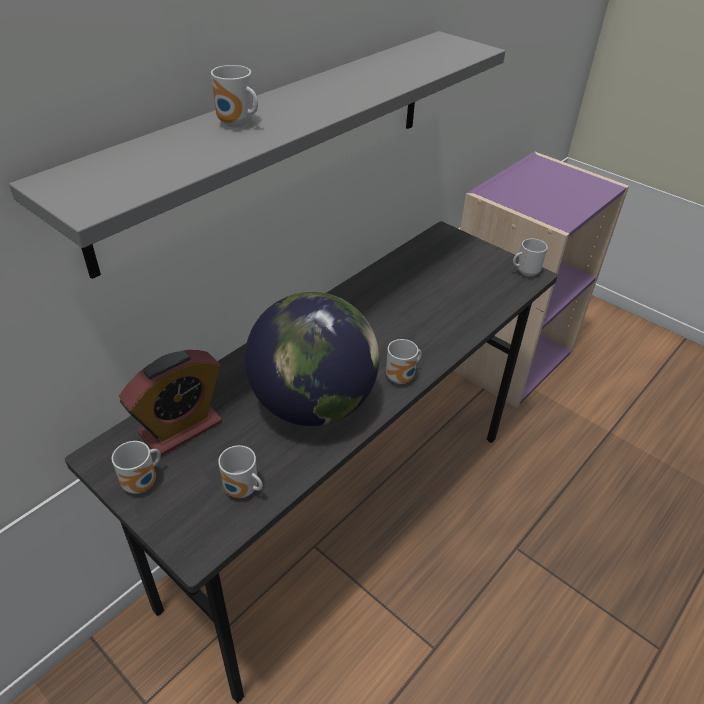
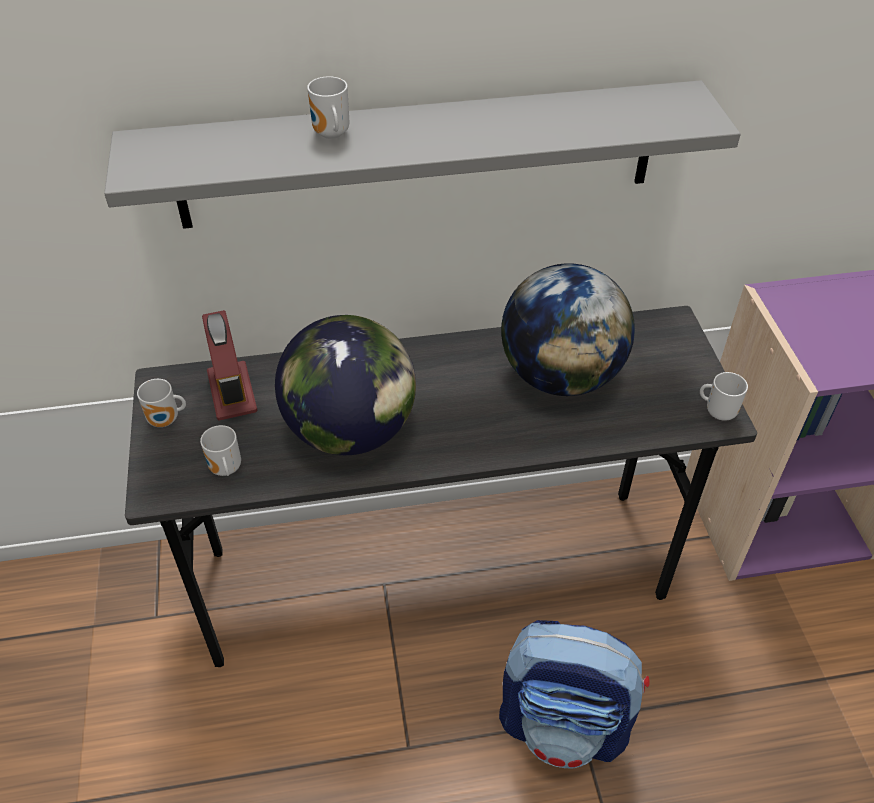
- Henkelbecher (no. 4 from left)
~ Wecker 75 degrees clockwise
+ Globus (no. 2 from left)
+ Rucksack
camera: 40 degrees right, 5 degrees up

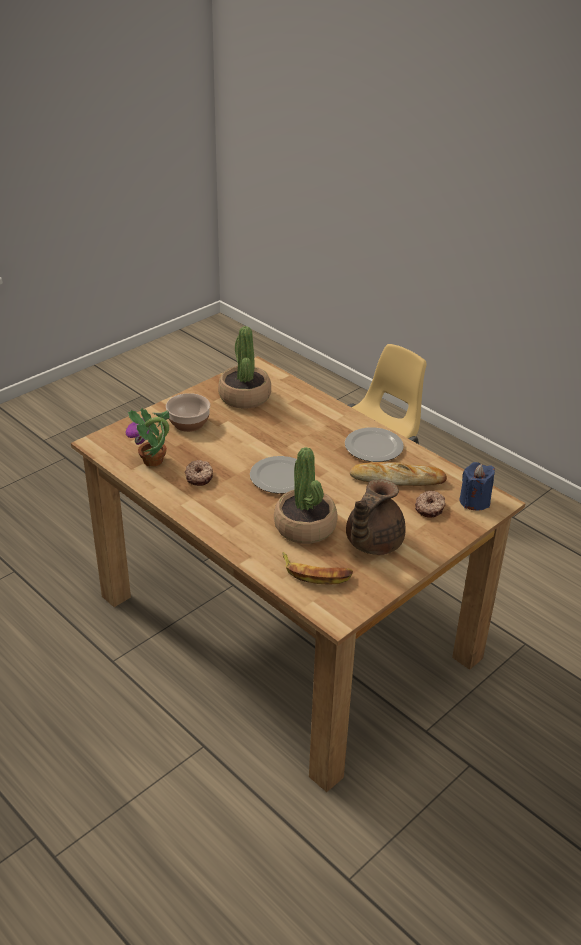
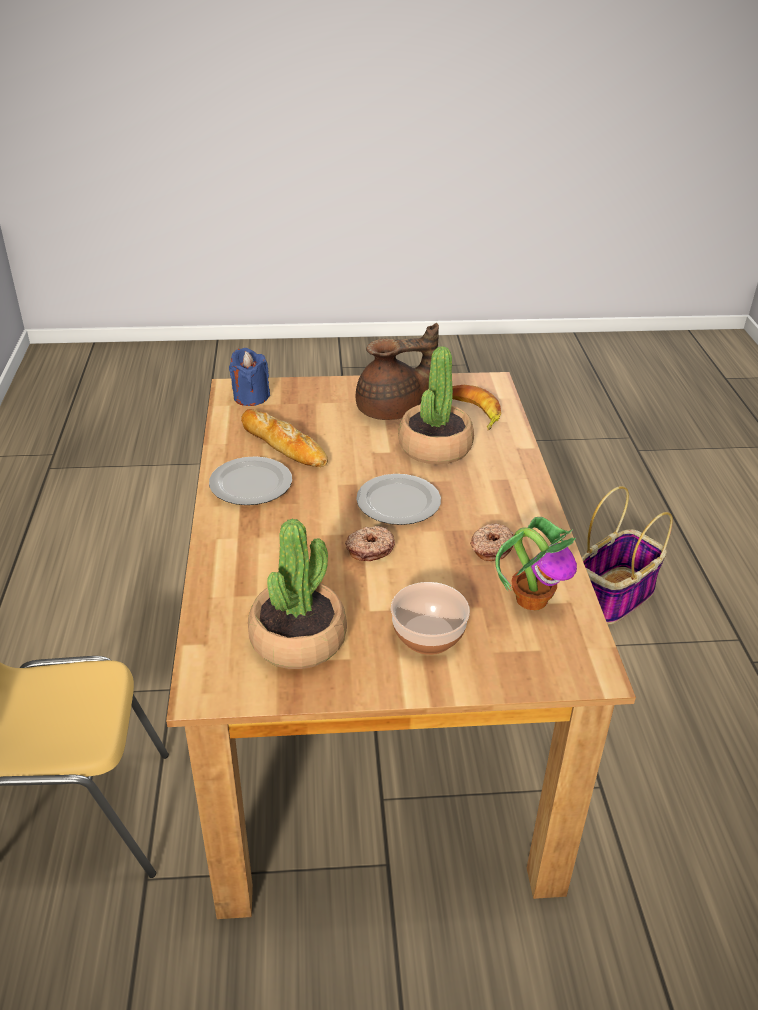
~ Donut (no. 2 from left in the first image) to Donut (no. 1 from left)
+ Korb
camera: 140 degrees left, 0 degrees up

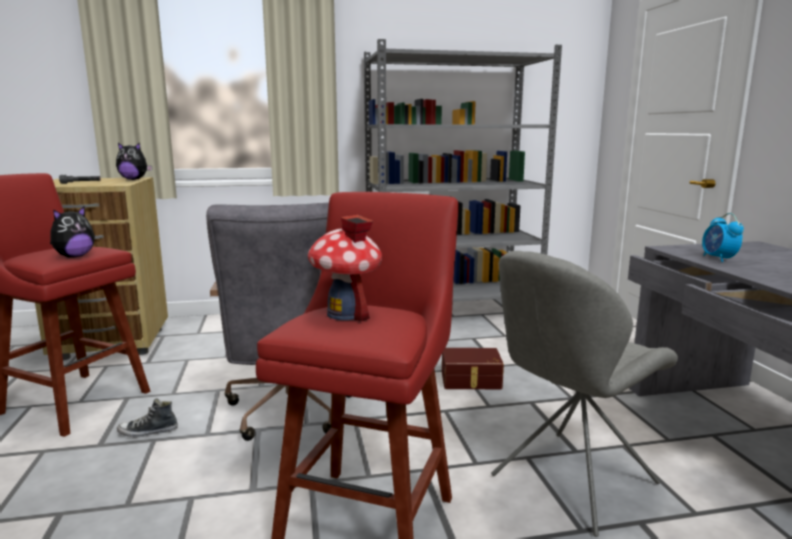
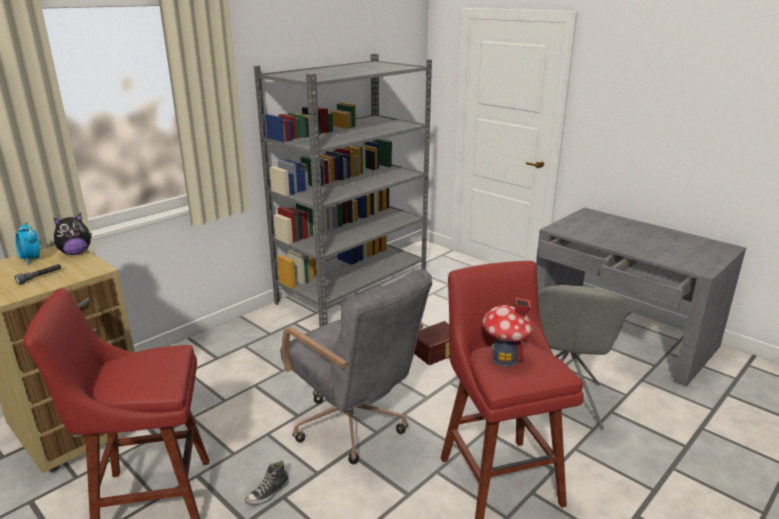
- Plüschtier (no. 1 from left)
~ Wecker
camera: 35 degrees left, 10 degrees up

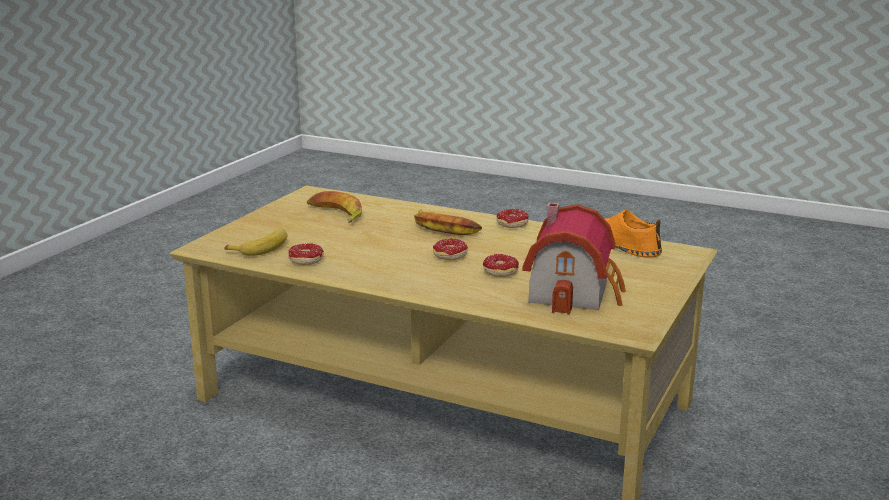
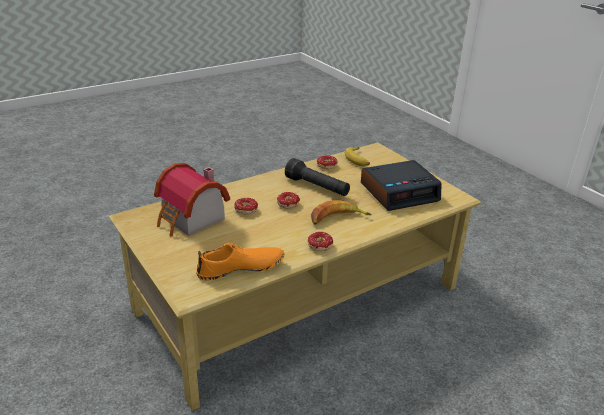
~ Banane (no. 2 from left) to Wecker
+ Taschenlampe [schwarz]
camera: 120 degrees right, 10 degrees up

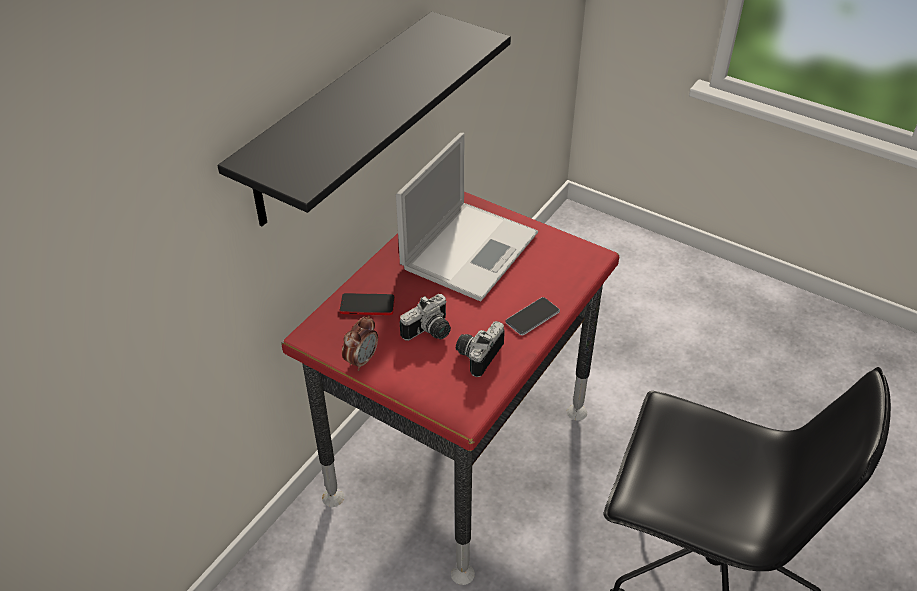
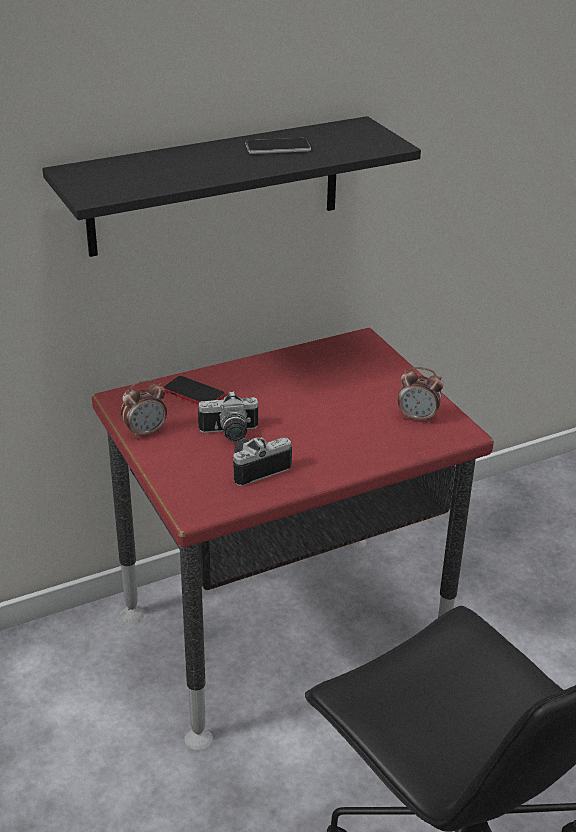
- Laptop
~ Handy (no. 2 from left)
+ Wecker (no. 2 from left)
camera: 30 degrees right, 10 degrees down

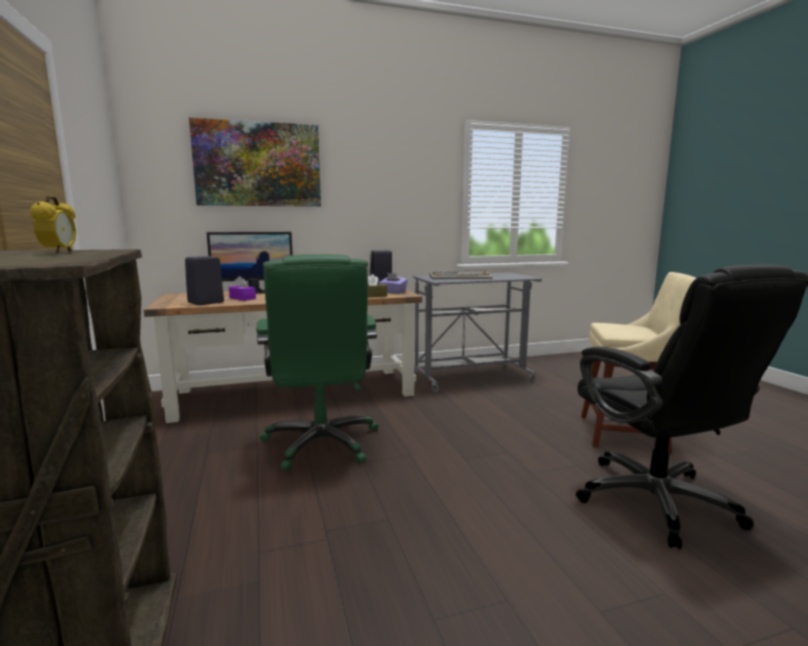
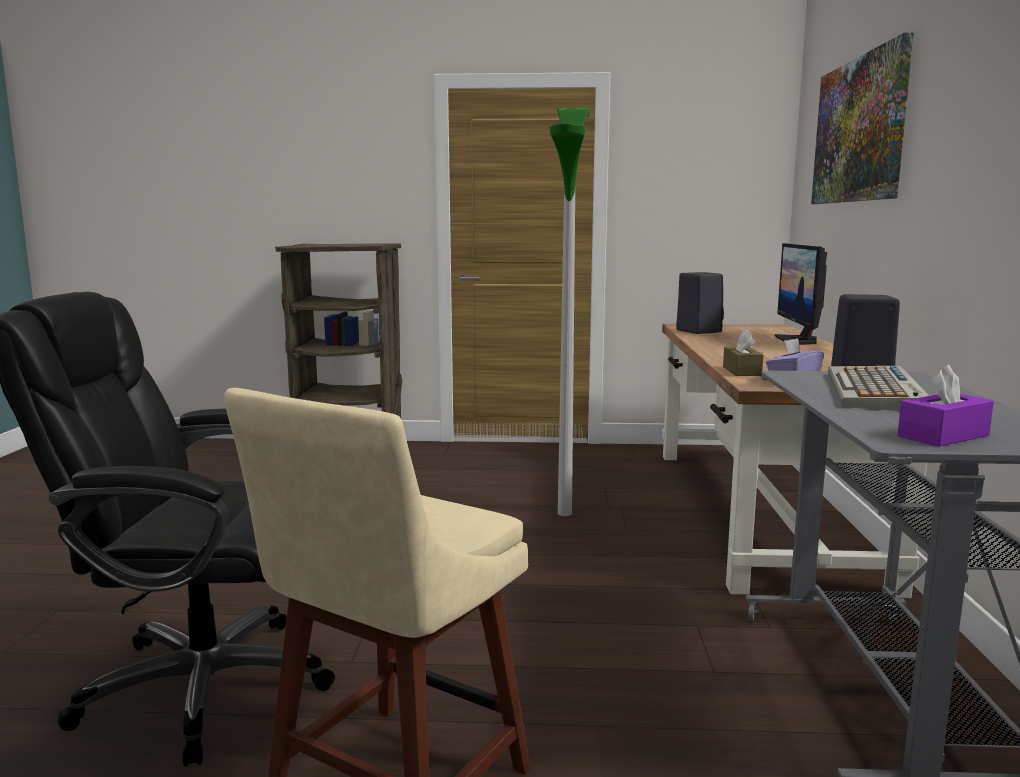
- Wecker
~ Bürostuhl [grün] to Stehlampe
~ Taschentuchbox [lila] (no. 1 from left in the first image) to Taschentuchbox [lila] (no. 2 from left)
camera: 110 degrees right, 0 degrees up

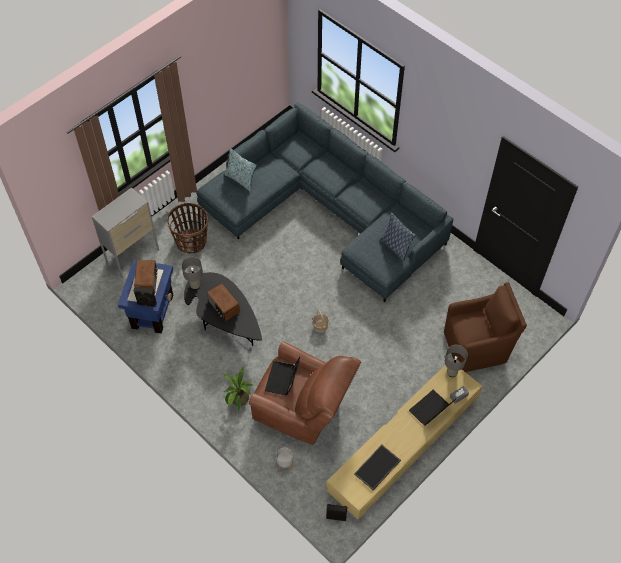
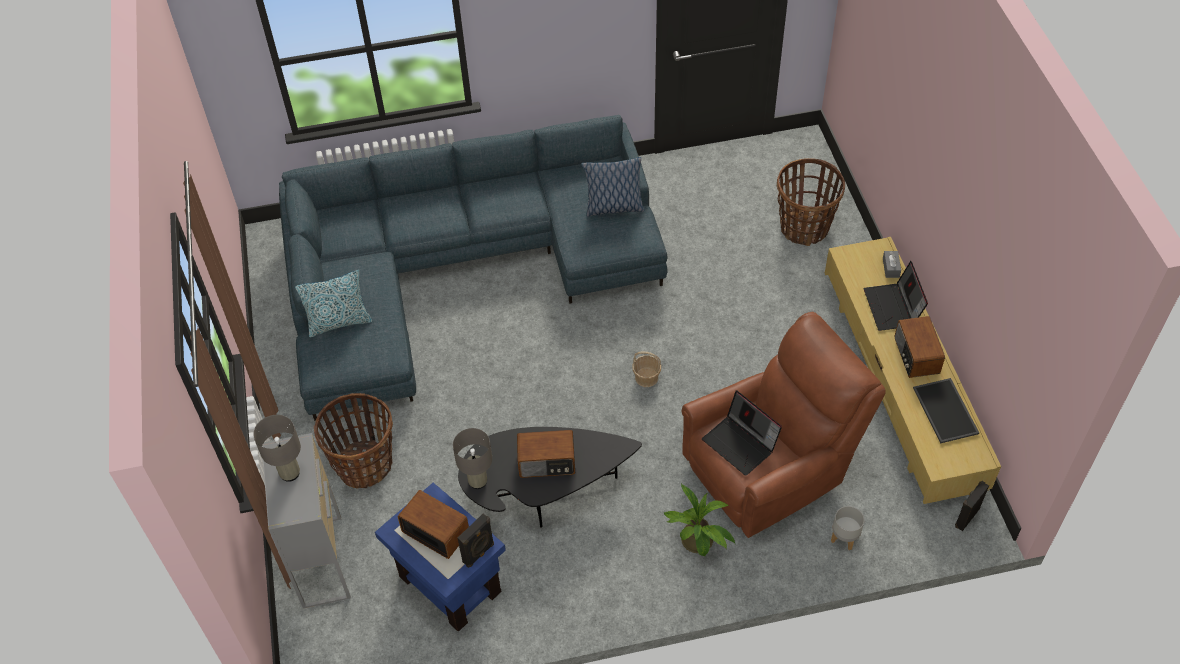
~ Sessel [braun] (no. 2 from left) to Korb (no. 3 from left)
~ Tischlampe [grau] (no. 2 from left in the first image) to Tischlampe [grau] (no. 1 from left)
+ Radio (no. 3 from left)
camera: 55 degrees left, 5 degrees down

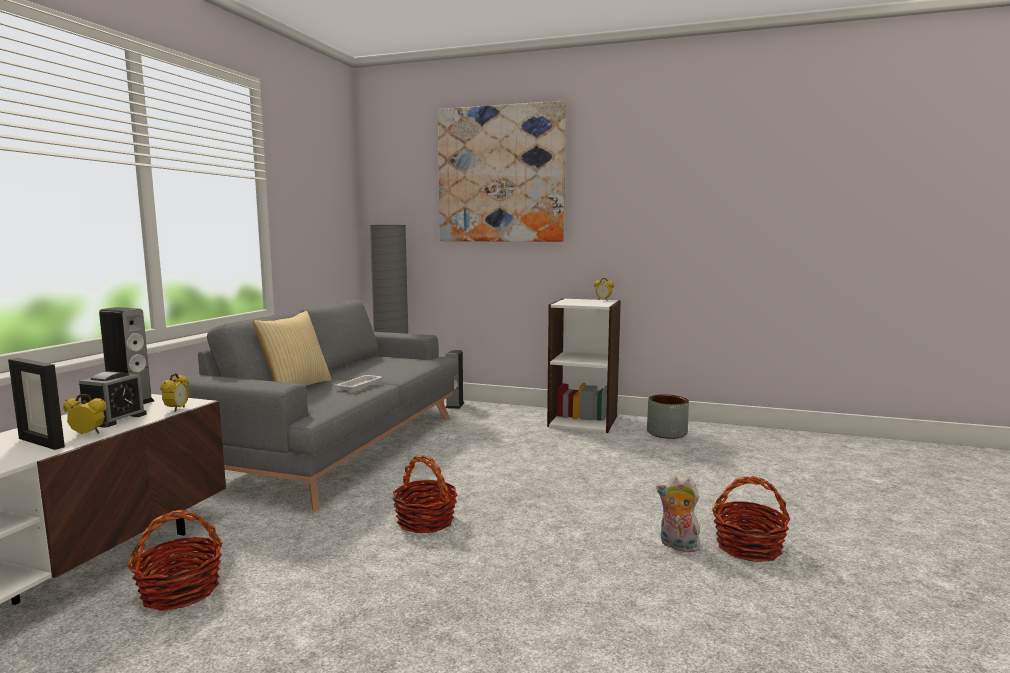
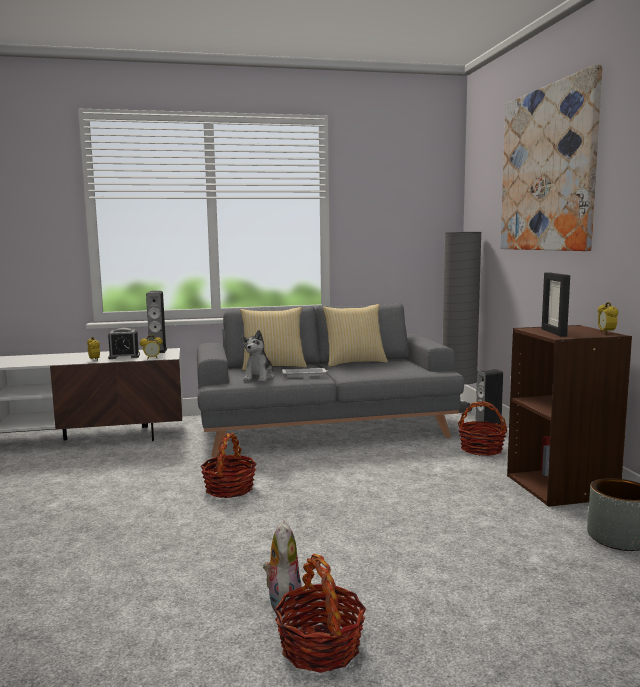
~ Bücherregal [weiß] to Bücherregal [braun]
~ Bilderrahmen
~ Korb (no. 1 from left in the first image) to Korb (no. 3 from left)
+ Kissen (no. 2 from left)
+ Plüschtier (no. 1 from left)
camera: 60 degrees right, 0 degrees up

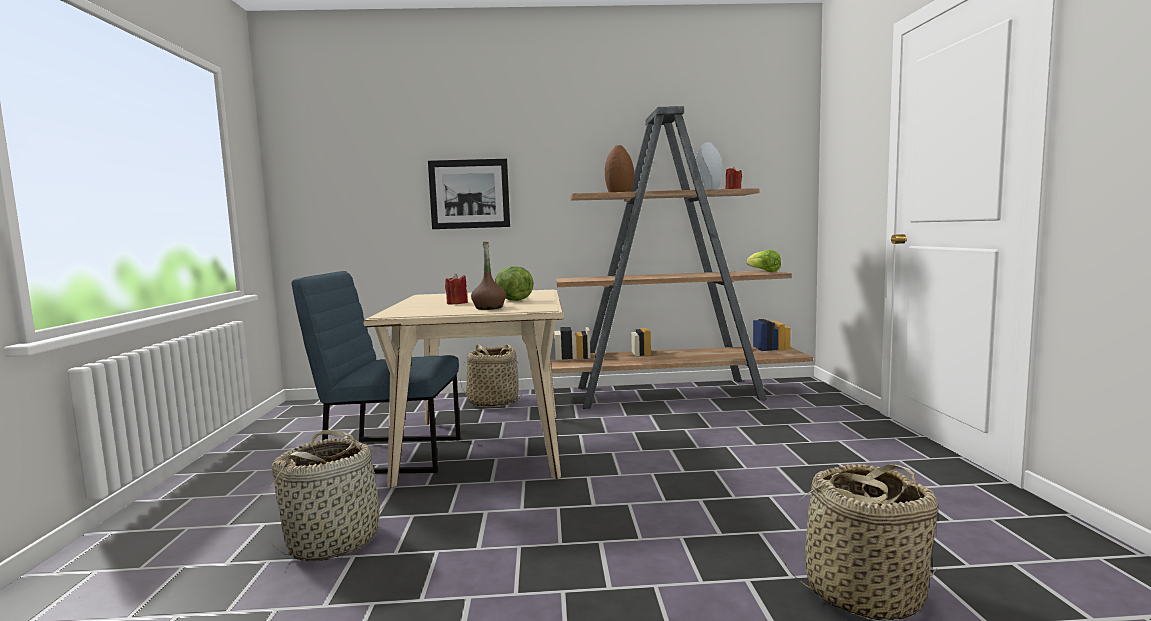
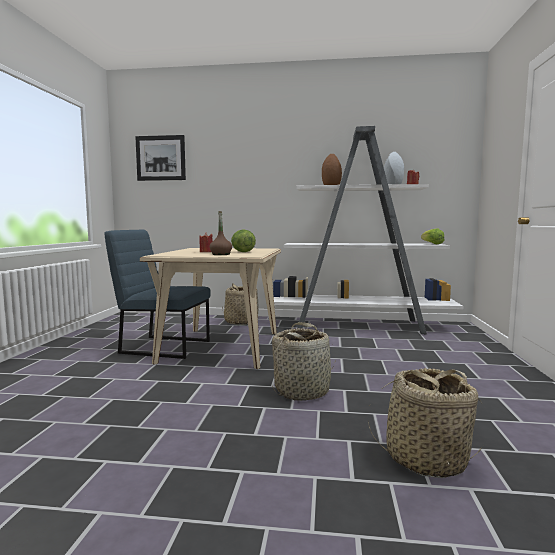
~ Bücherregal [braun] to Bücherregal [weiß]
~ Bild
~ Korb (no. 1 from left in the first image) to Korb (no. 2 from left)
camera: 10 degrees right, 0 degrees up

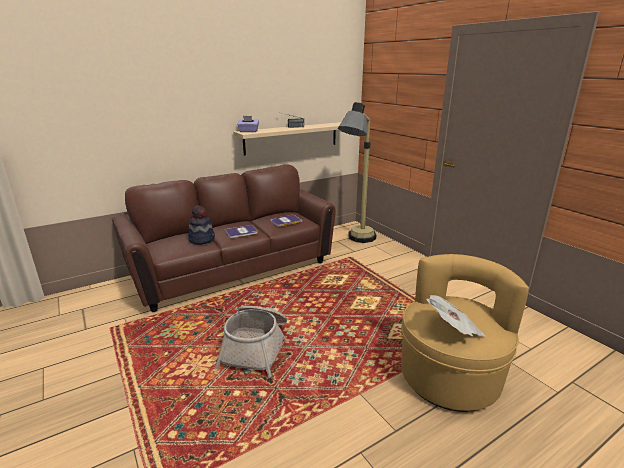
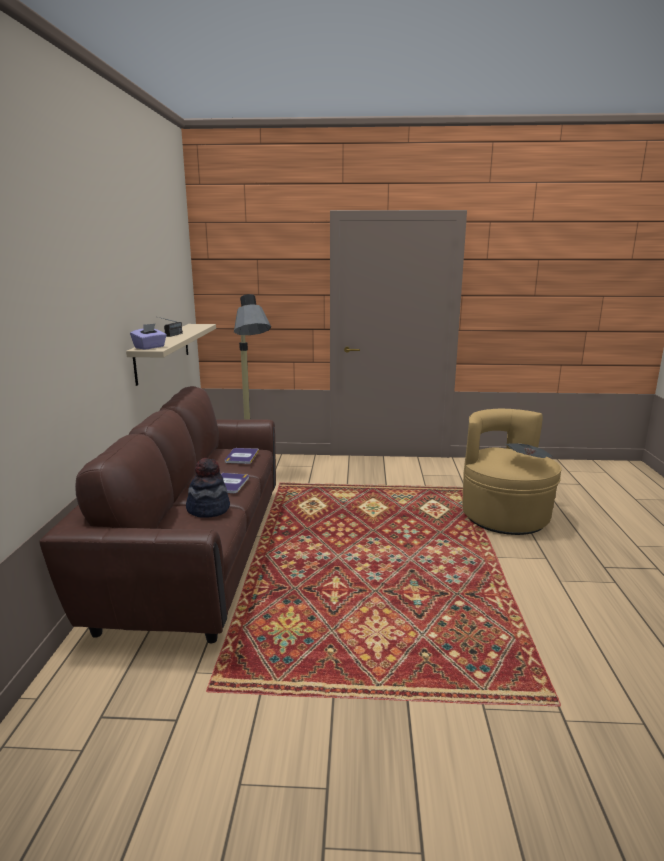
- Korb
camera: 55 degrees left, 5 degrees down

